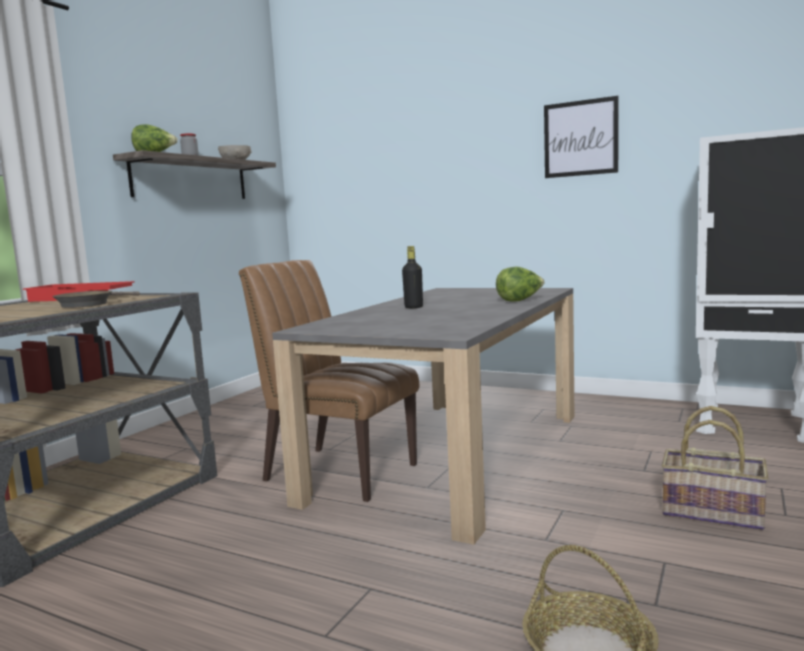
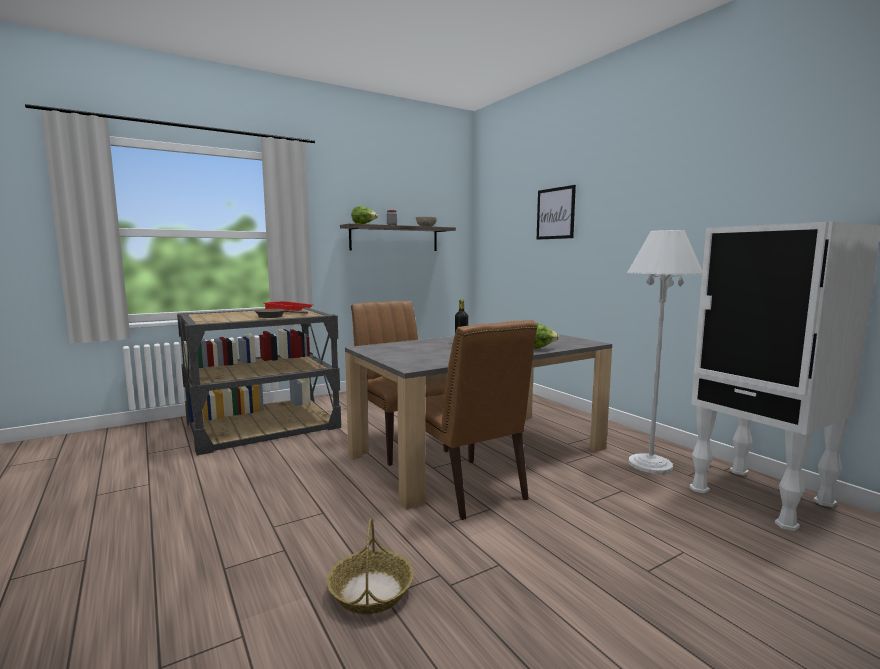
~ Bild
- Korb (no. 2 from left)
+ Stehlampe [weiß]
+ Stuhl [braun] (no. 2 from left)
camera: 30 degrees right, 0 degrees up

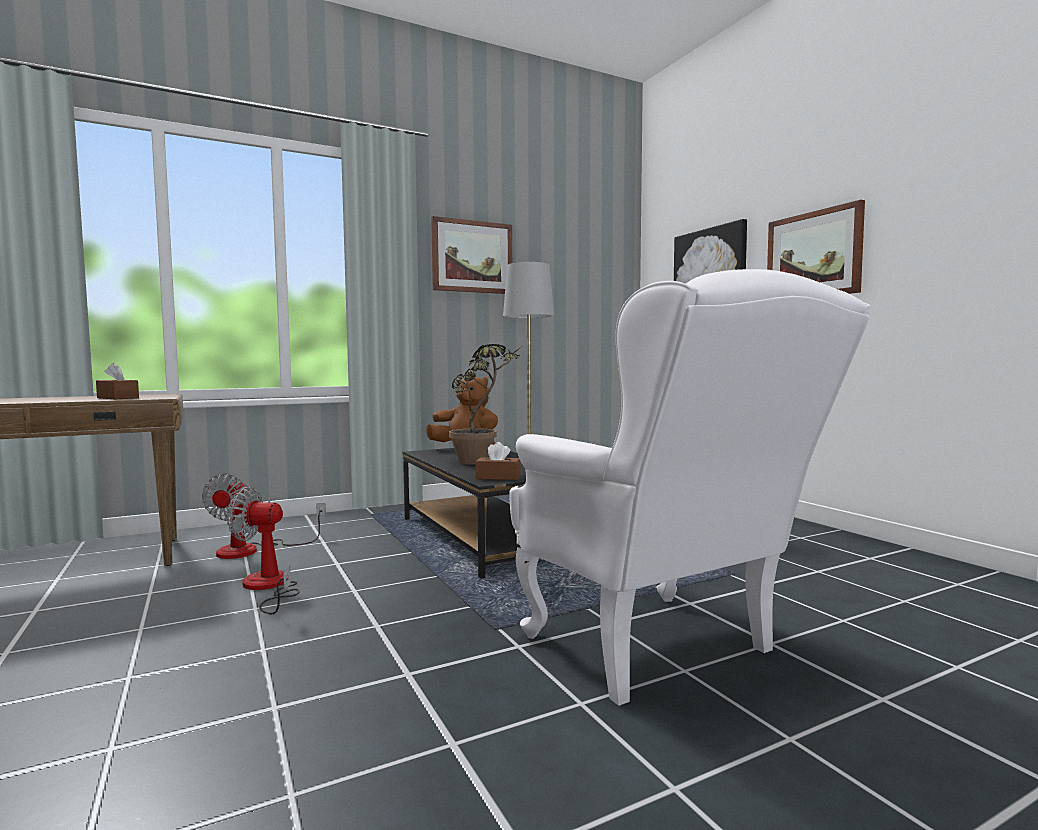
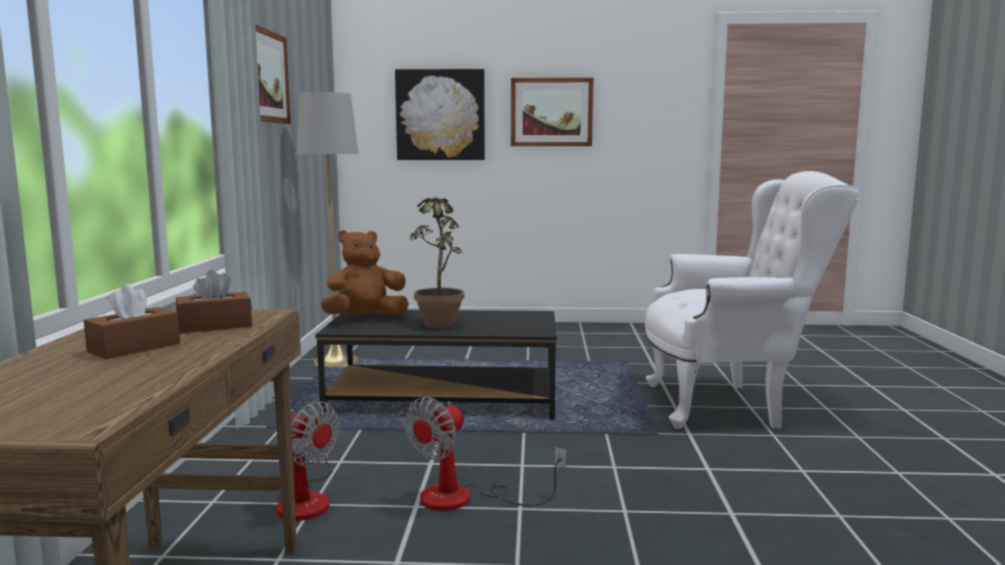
~ Taschentuchbox [braun] (no. 2 from left in the first image) to Taschentuchbox [braun] (no. 1 from left)
camera: 60 degrees left, 5 degrees up

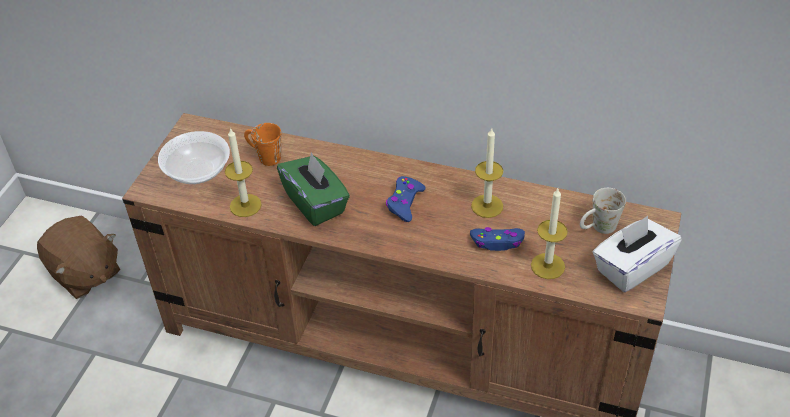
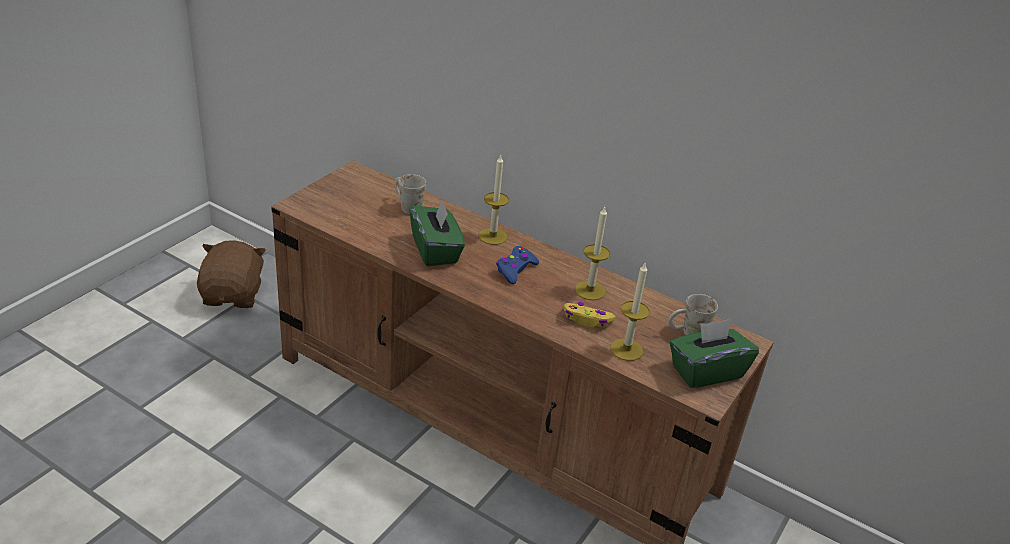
~ Henkelbecher [orange] to Henkelbecher [weiß] (no. 1 from left)
~ Kerze (no. 1 from left)
- Schüssel
~ Plüschtier [braun] 150 degrees counterclockwise
~ Taschentuchbox [weiß] to Taschentuchbox [grün] (no. 2 from left)
~ Gamepad [blau] (no. 2 from left) to Gamepad [gelb]
camera: 10 degrees right, 10 degrees down

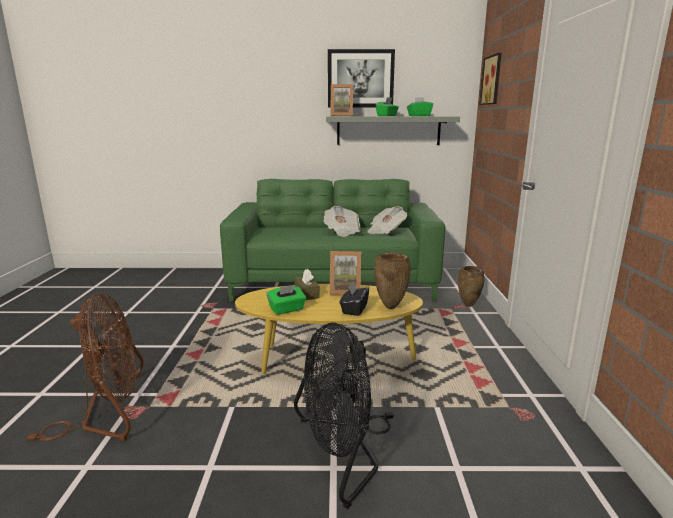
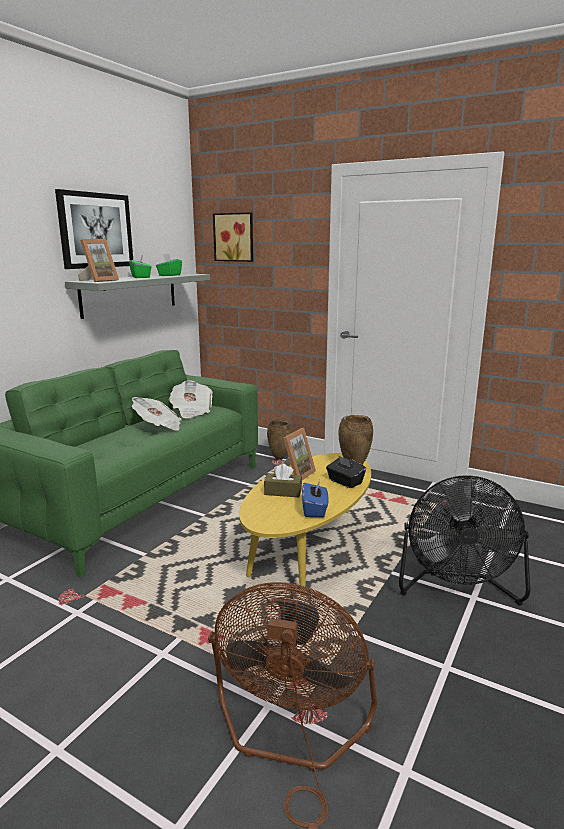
~ Taschentuchbox [grün] (no. 1 from left) to Taschentuchbox [blau]
camera: 60 degrees left, 0 degrees up

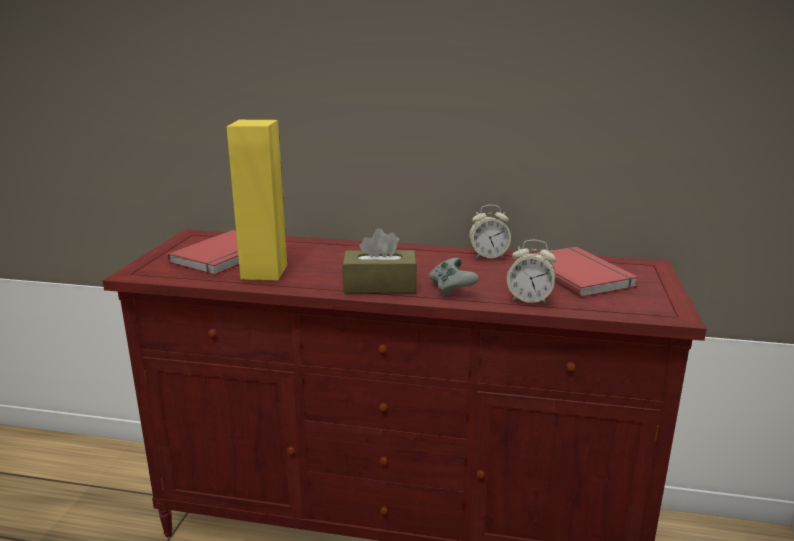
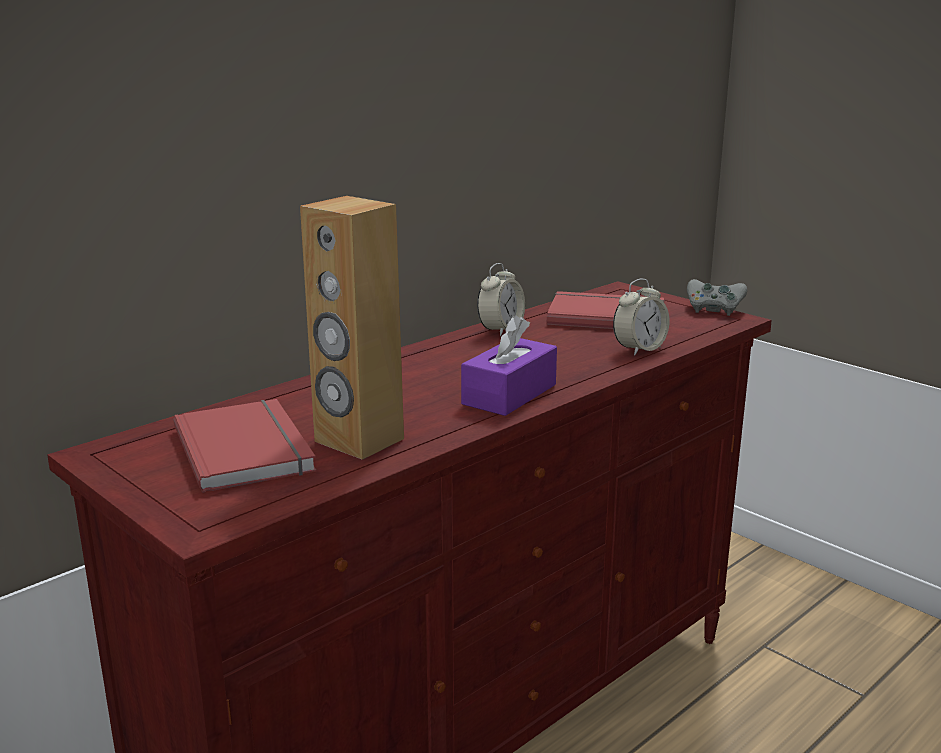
~ Lautsprecher [gelb] to Lautsprecher [braun]
~ Taschentuchbox [braun] to Taschentuchbox [lila]
~ Gamepad [grau]
camera: 55 degrees left, 0 degrees up

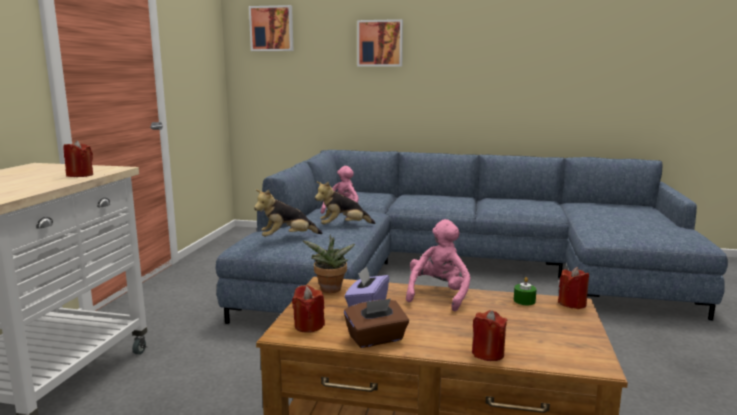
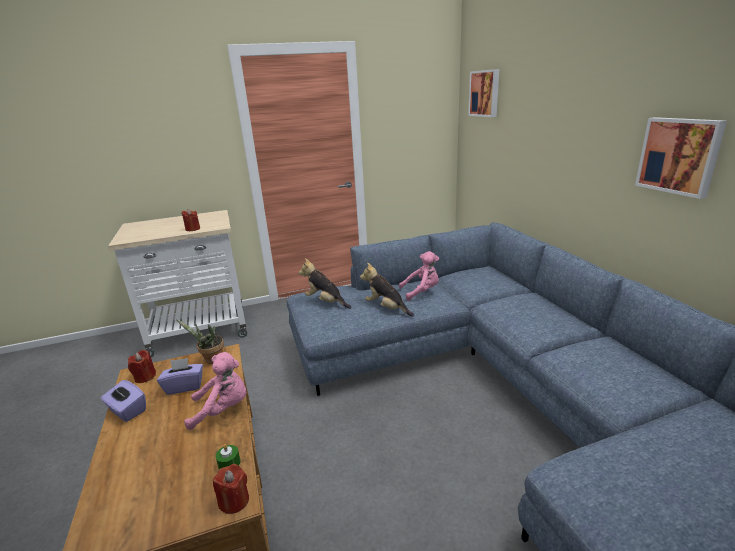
~ Bild (no. 2 from left)
~ Taschentuchbox [braun] to Taschentuchbox [lila] (no. 1 from left)
- Kerze [rot] (no. 3 from left)
camera: 60 degrees right, 10 degrees up

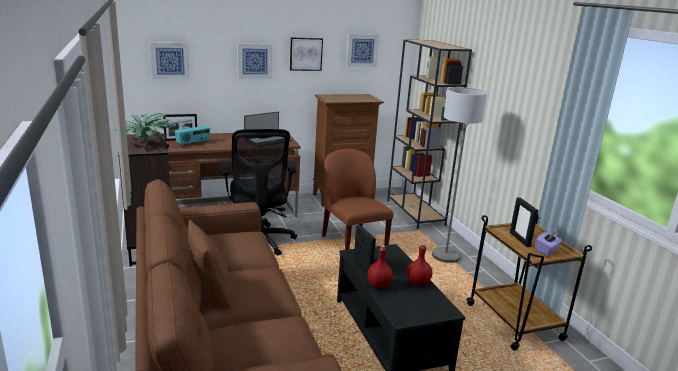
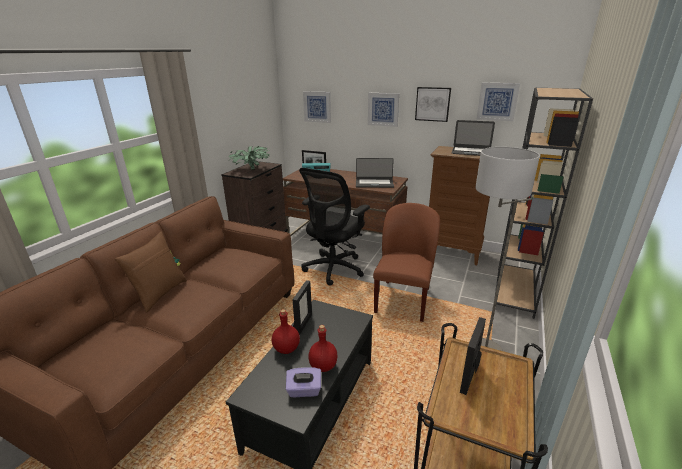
~ Taschentuchbox [lila]
+ Laptop (no. 2 from left)
camera: 45 degrees right, 5 degrees up

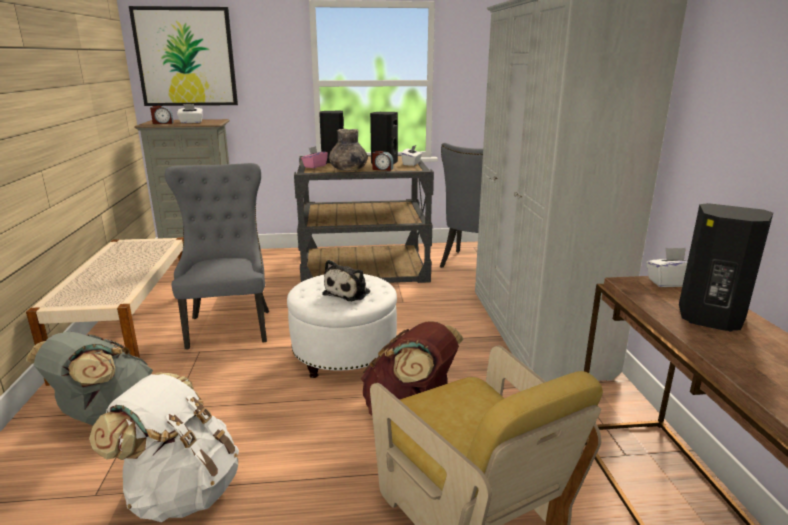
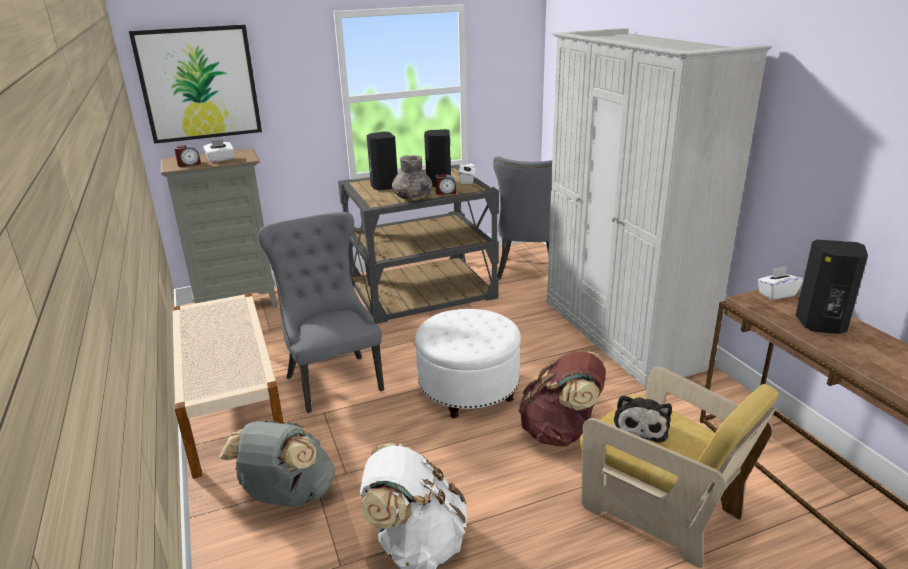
- Taschentuchbox [rosa]
~ Plüschtier
camera: 15 degrees left, 5 degrees up

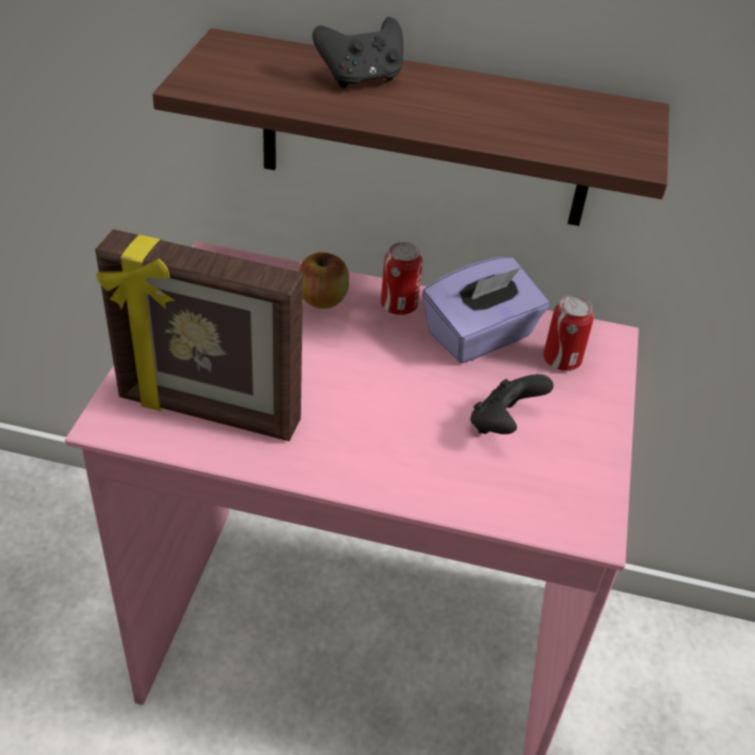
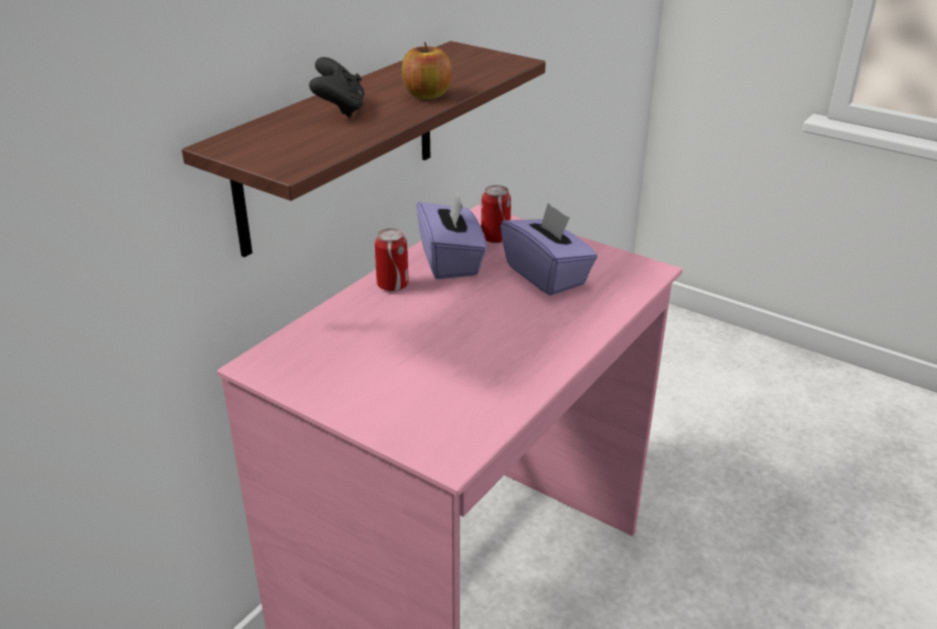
- Bilderrahmen
~ Apfel
~ Gamepad [schwarz] (no. 2 from left) to Taschentuchbox [lila] (no. 2 from left)
camera: 65 degrees left, 10 degrees down

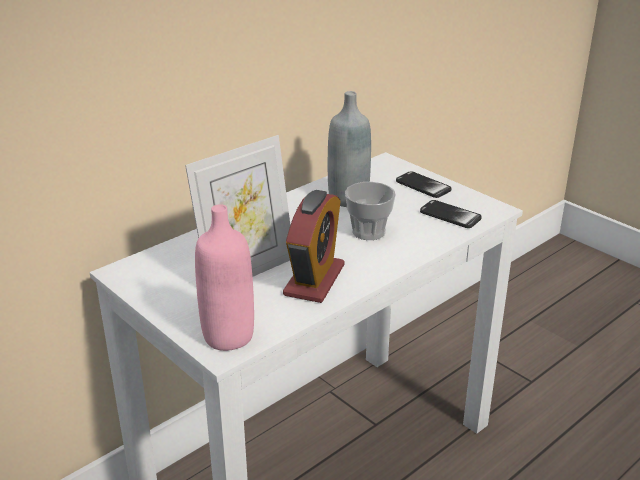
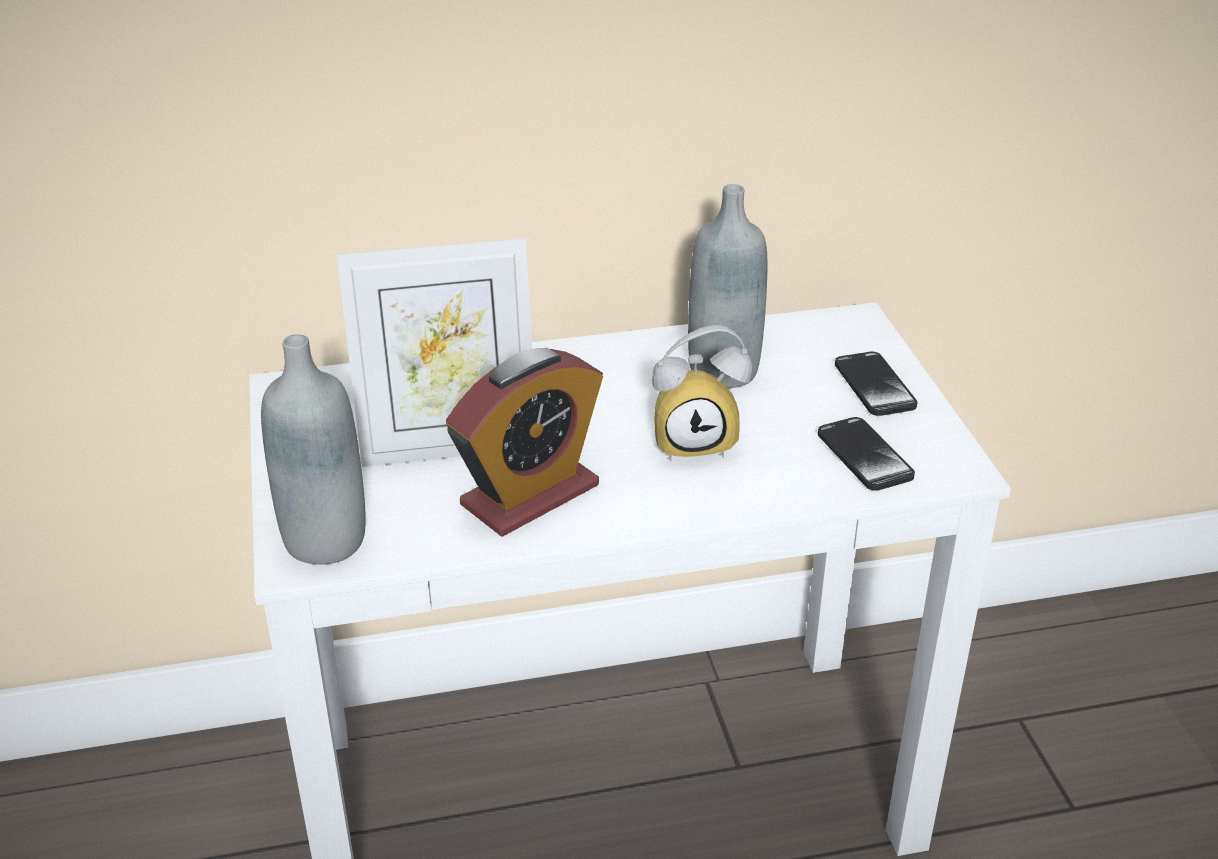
~ Tasse to Wecker (no. 2 from left)
~ Flasche [rosa] to Flasche [grau] (no. 1 from left)
camera: 30 degrees right, 5 degrees up

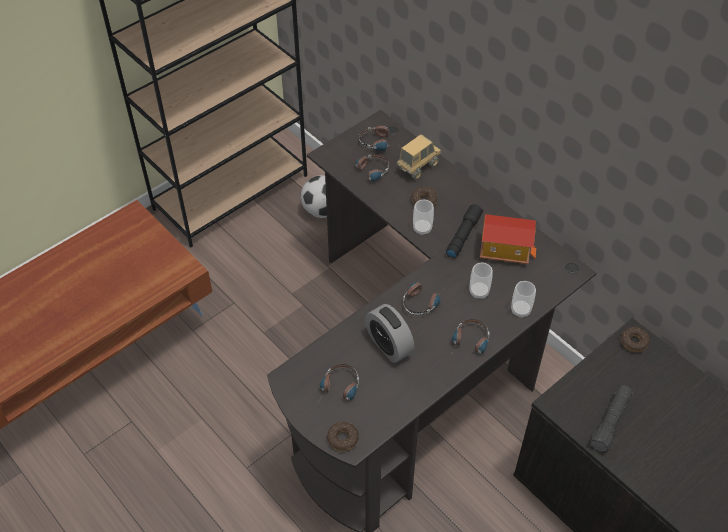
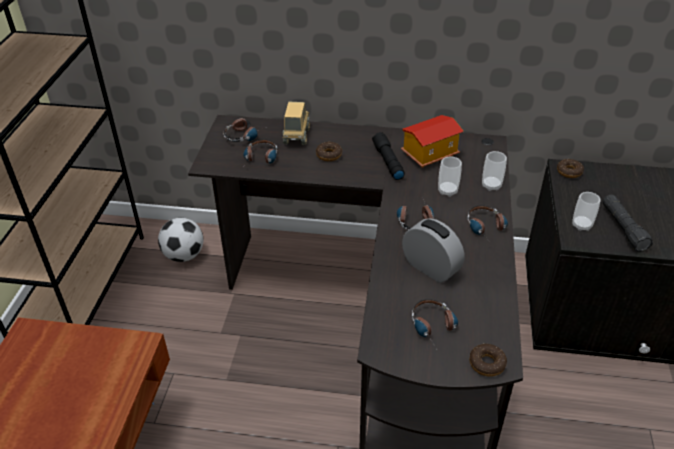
~ Tasse (no. 1 from left in the first image) to Tasse (no. 3 from left)
~ Wecker 150 degrees counterclockwise
camera: 40 degrees left, 10 degrees down

